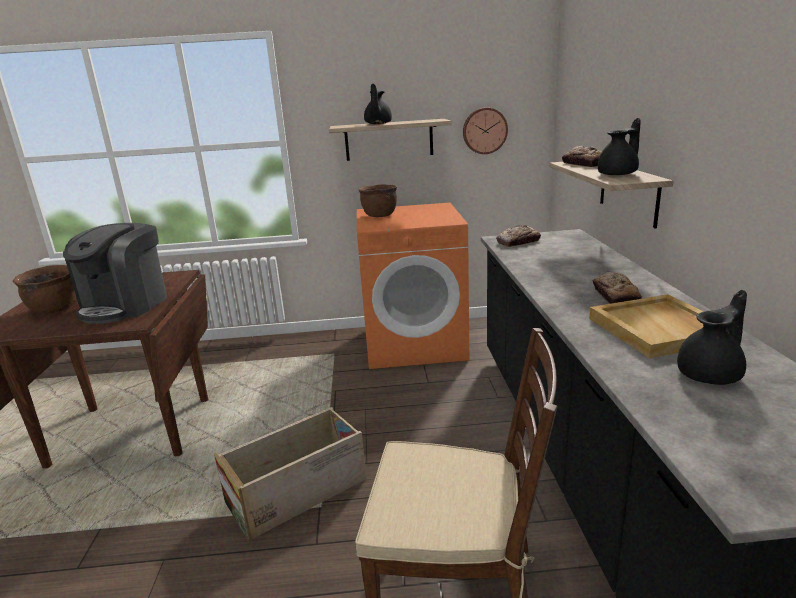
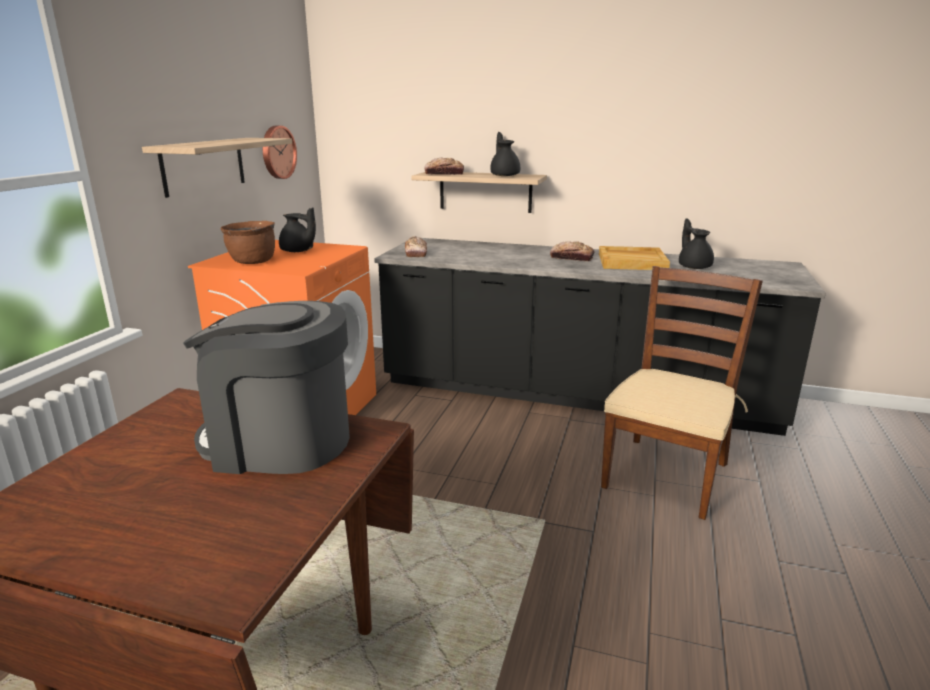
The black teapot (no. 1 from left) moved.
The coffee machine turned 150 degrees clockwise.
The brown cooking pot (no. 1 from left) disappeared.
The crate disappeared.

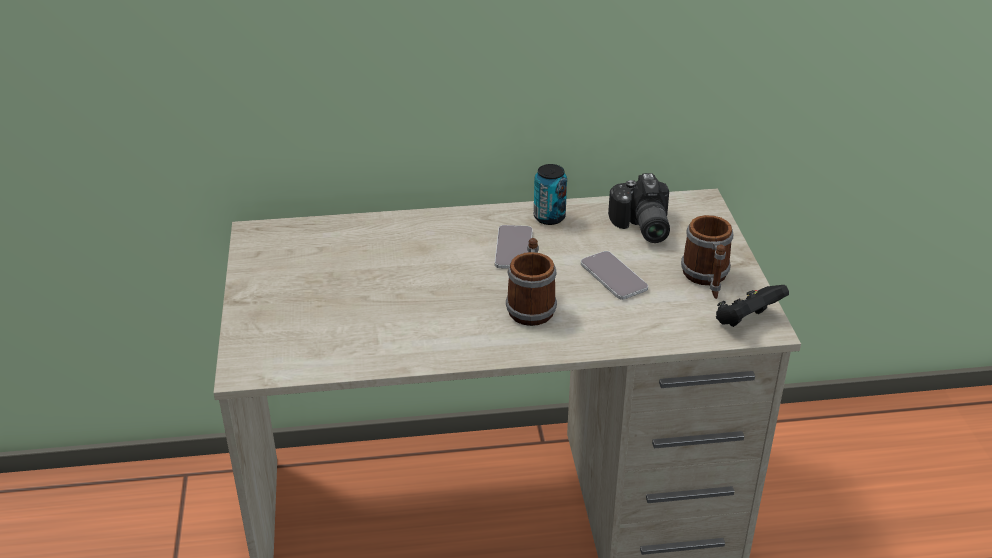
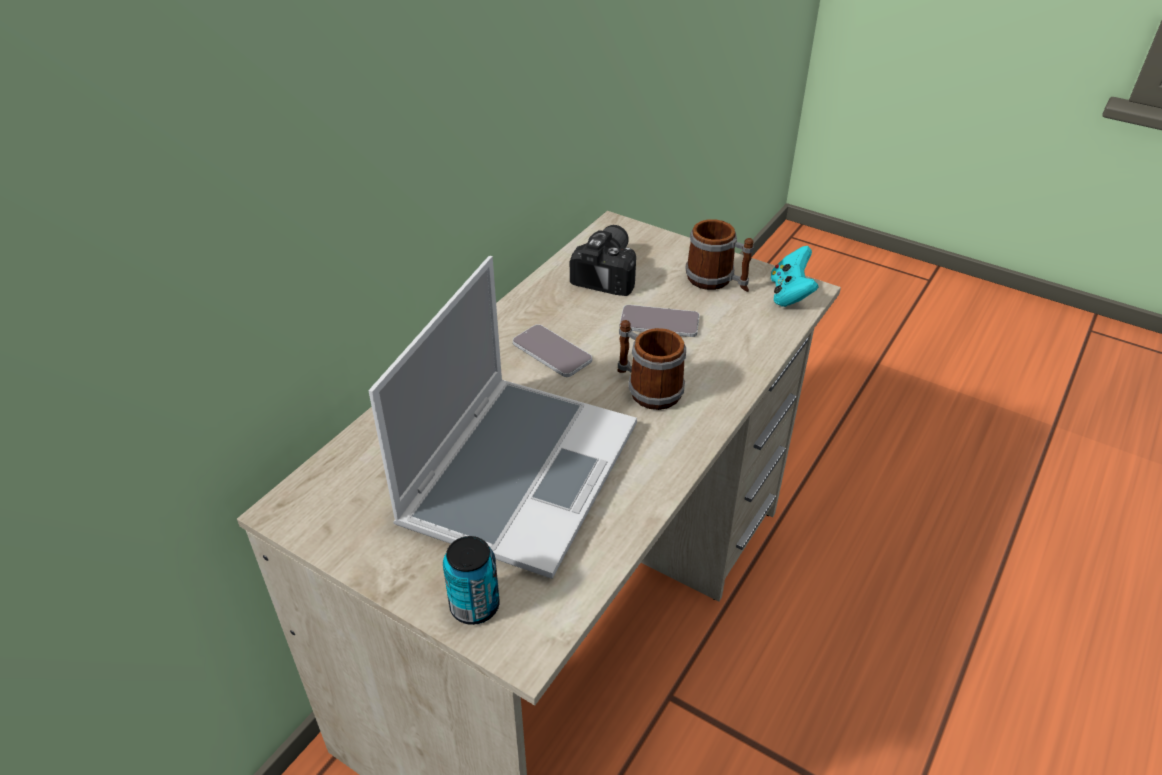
The can moved.
The photo camera turned 105 degrees counterclockwise.
The black game controller became the turquoise game controller.
The laptop appeared.

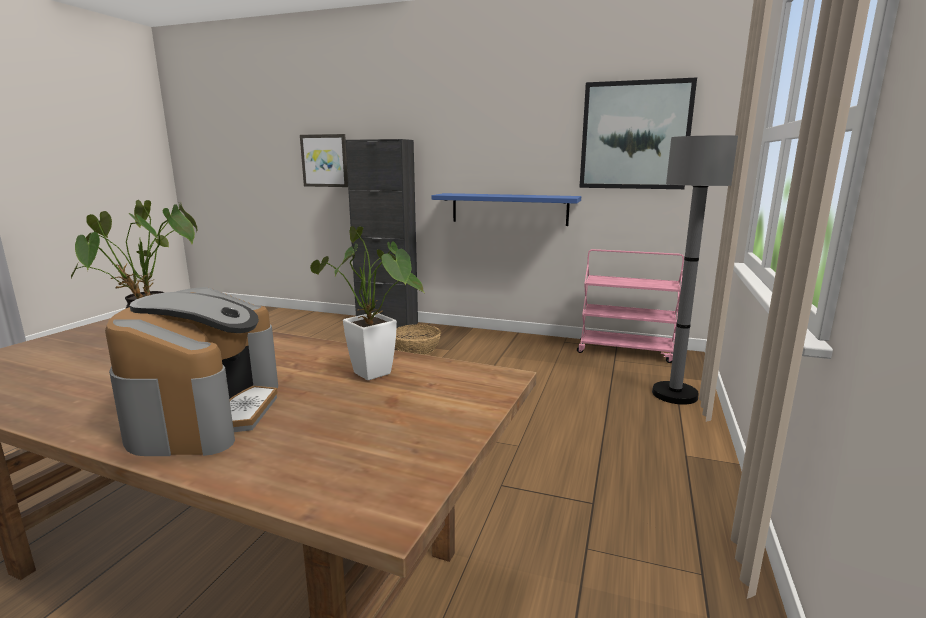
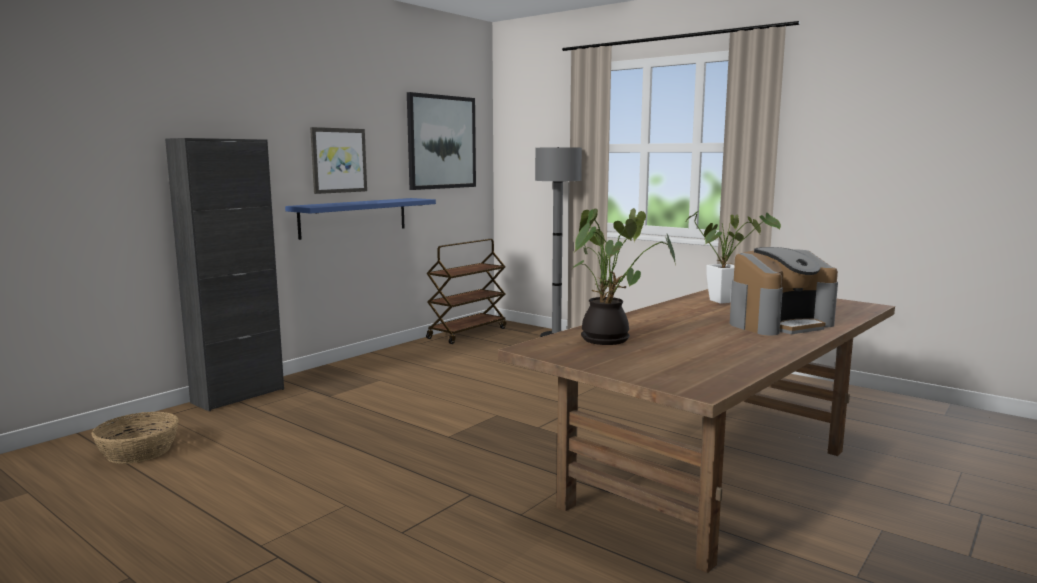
The picture (no. 1 from left) moved.
The pink cart became the brown cart.
The coffee machine turned 135 degrees clockwise.
The basket moved.

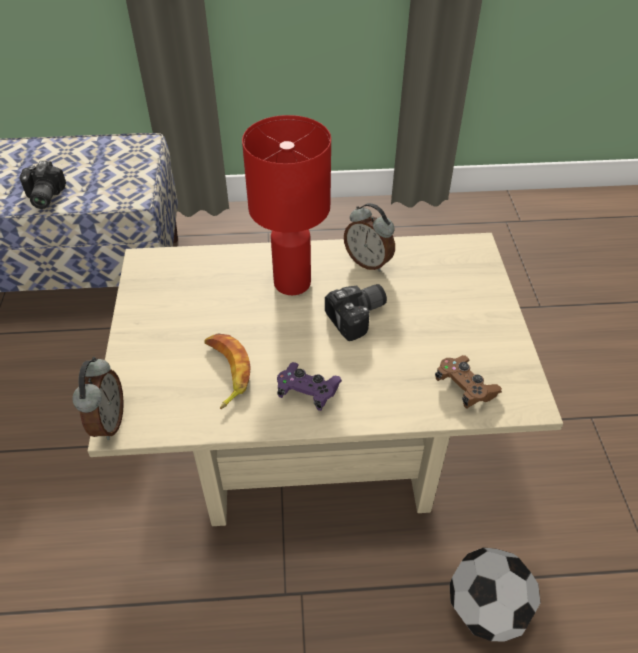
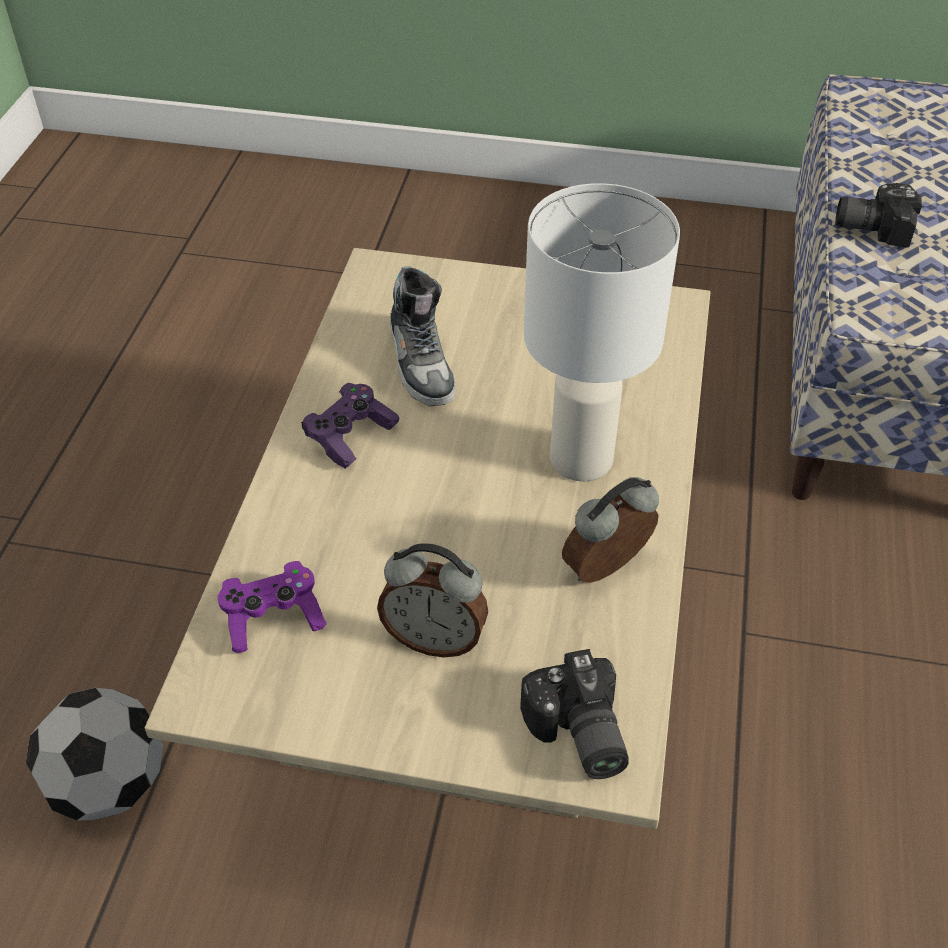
The red table lamp became the white table lamp.
The photo camera (no. 2 from left in the first image) moved.
The banana was replaced by the shoe.
The brown game controller became the purple game controller (no. 1 from left).
The alarm clock (no. 1 from left) moved.

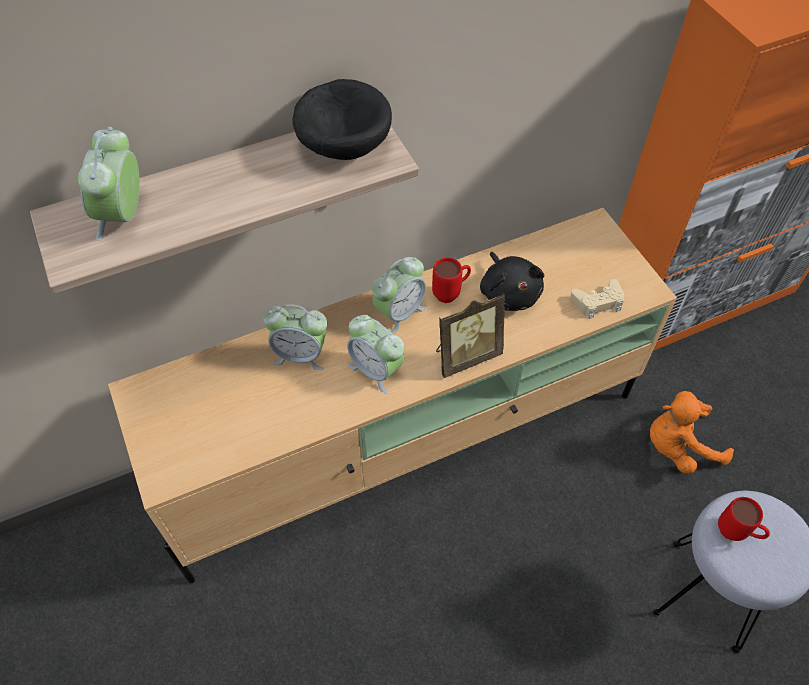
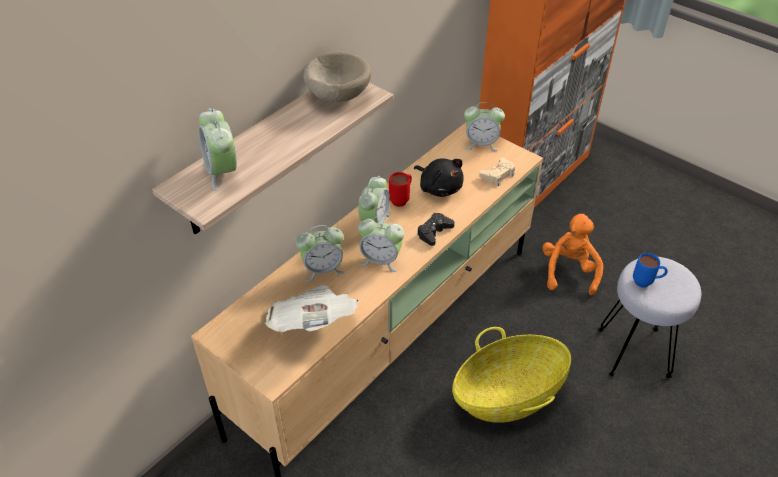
The black bowl became the beige bowl.
The picture frame was replaced by the black game controller.
The orange plush toy turned 135 degrees clockwise.
The red mug (no. 2 from left) became the blue mug.
The alarm clock (no. 5 from left) appeared.
The newspaper appeared.
The basket appeared.

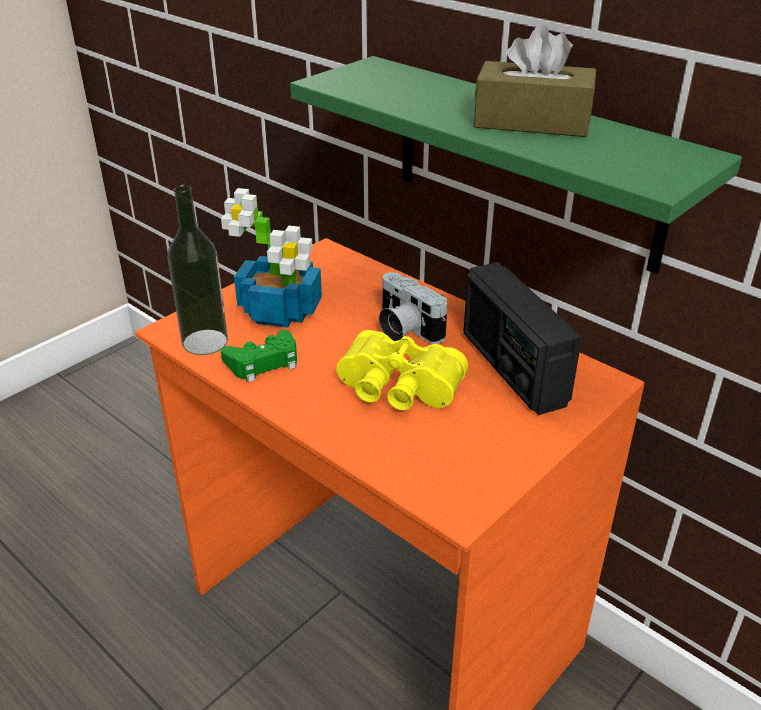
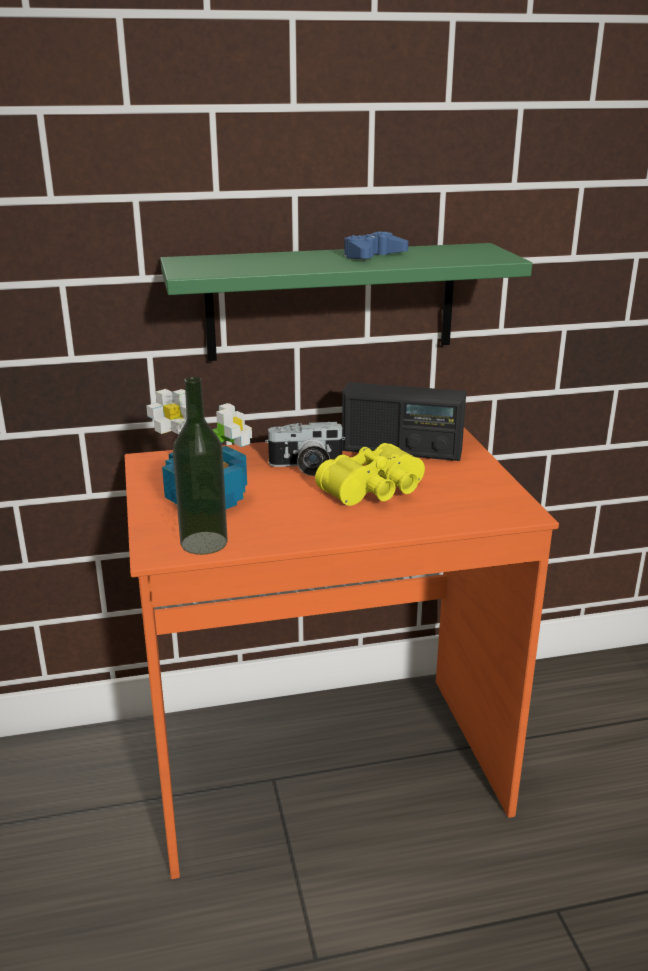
The brown tissue box was replaced by the blue game controller.
The green game controller disappeared.

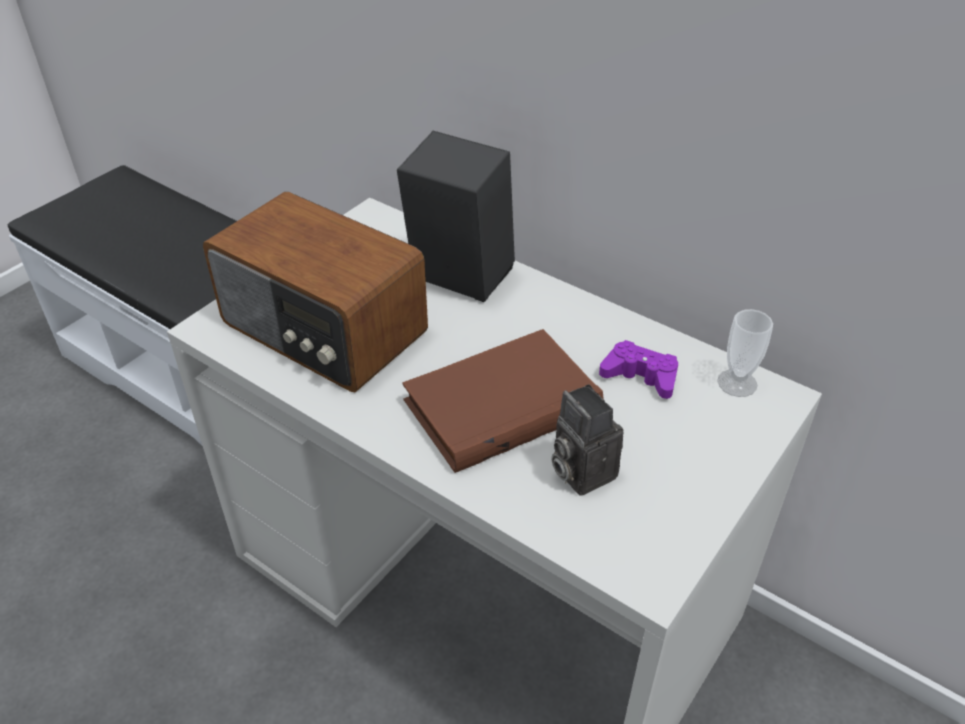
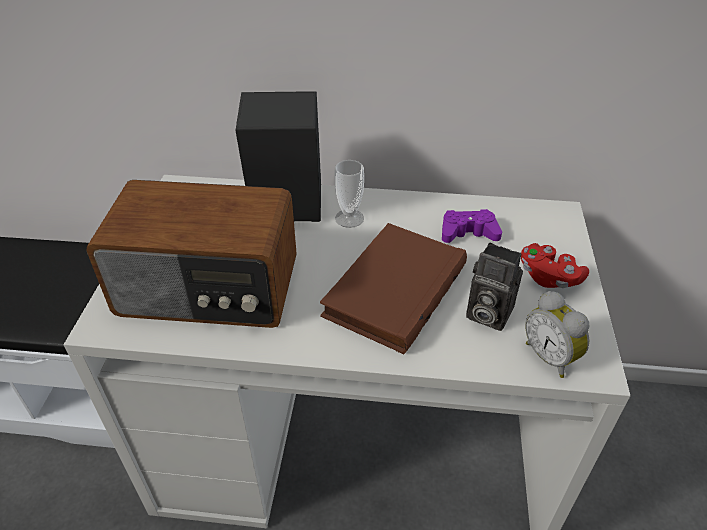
The cup moved.
The red game controller appeared.
The alarm clock appeared.

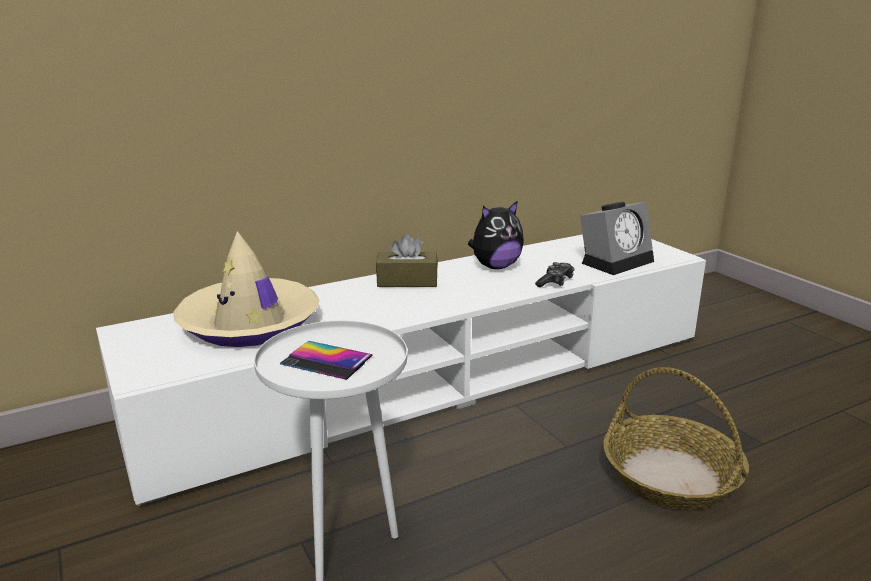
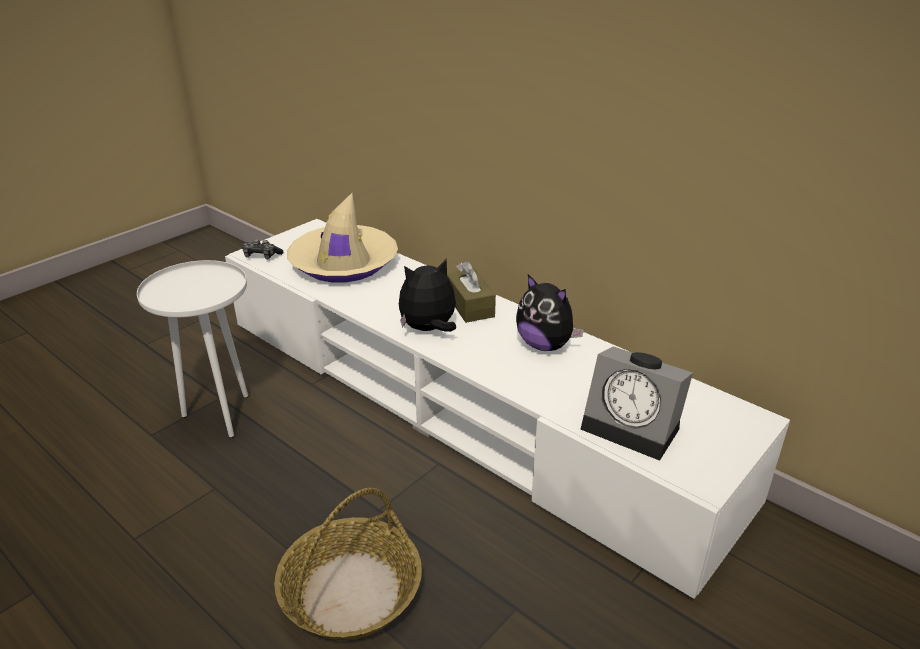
The game controller moved.
The phone disappeared.
The plush toy (no. 1 from left) appeared.

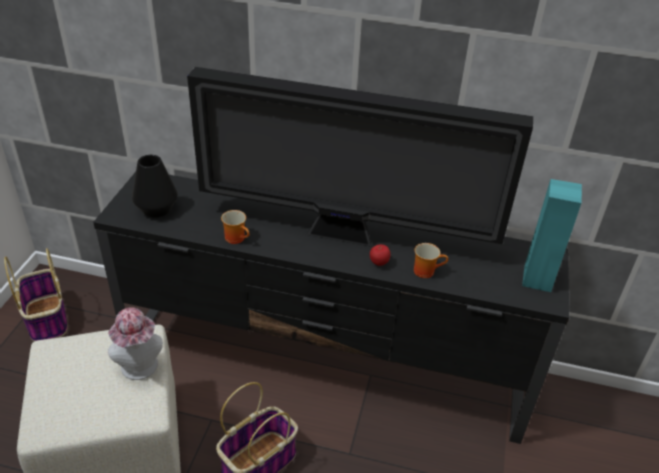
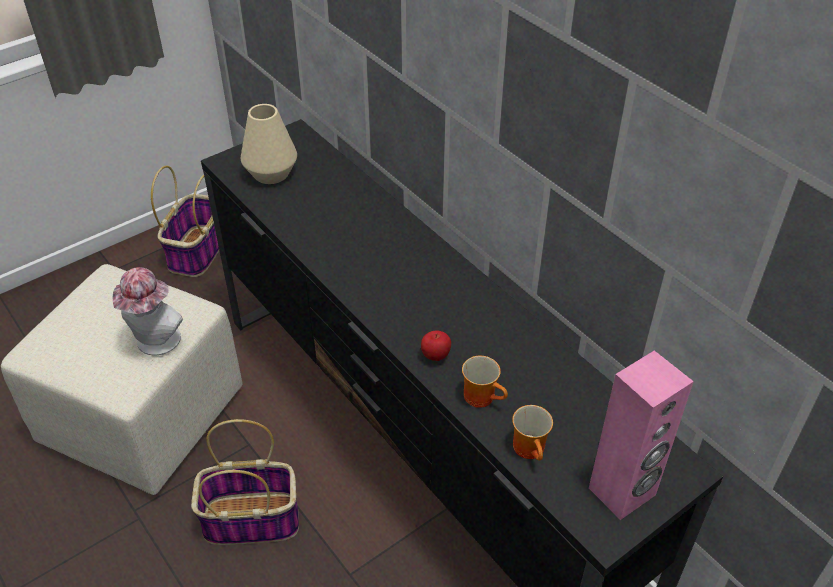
The television disappeared.
The black vase became the beige vase.
The turquoise speaker became the pink speaker.
The mug (no. 1 from left in the first image) moved.

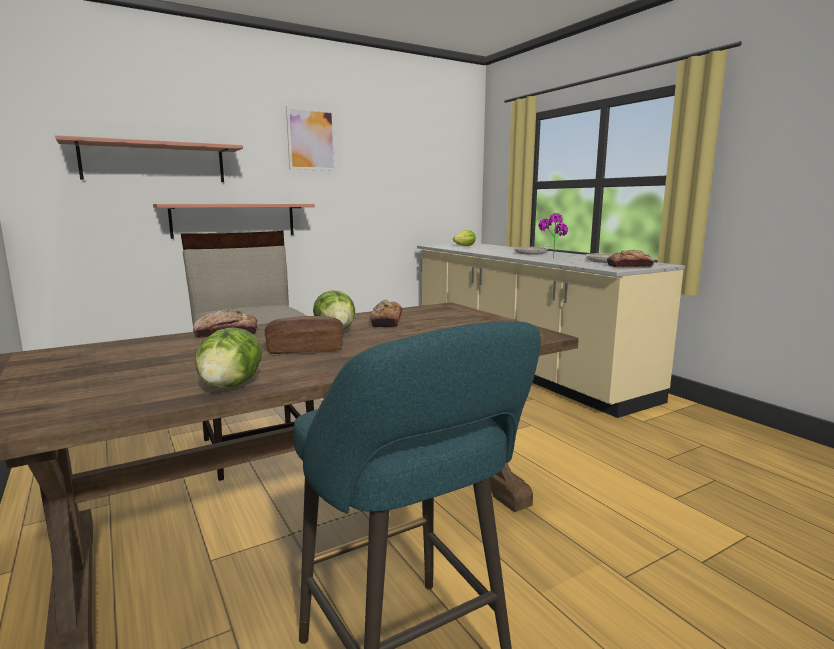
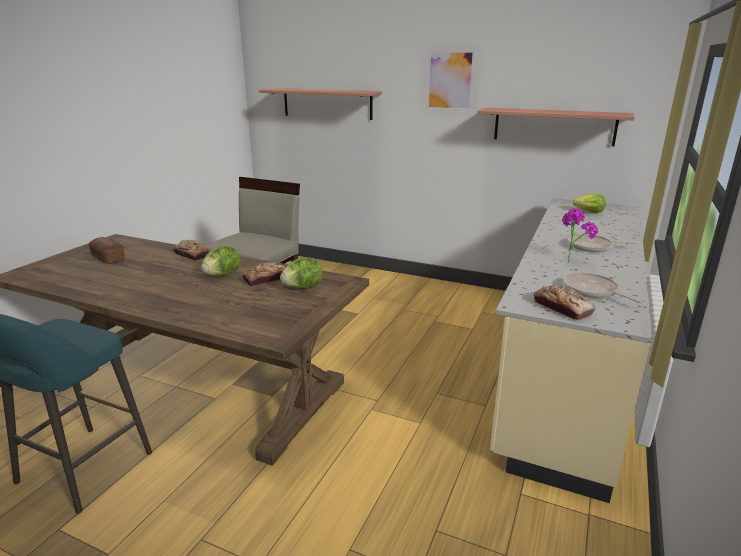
The shelf (no. 2 from left) moved.
The bread (no. 2 from left in the first image) moved.
The lettuce (no. 1 from left in the first image) moved.

